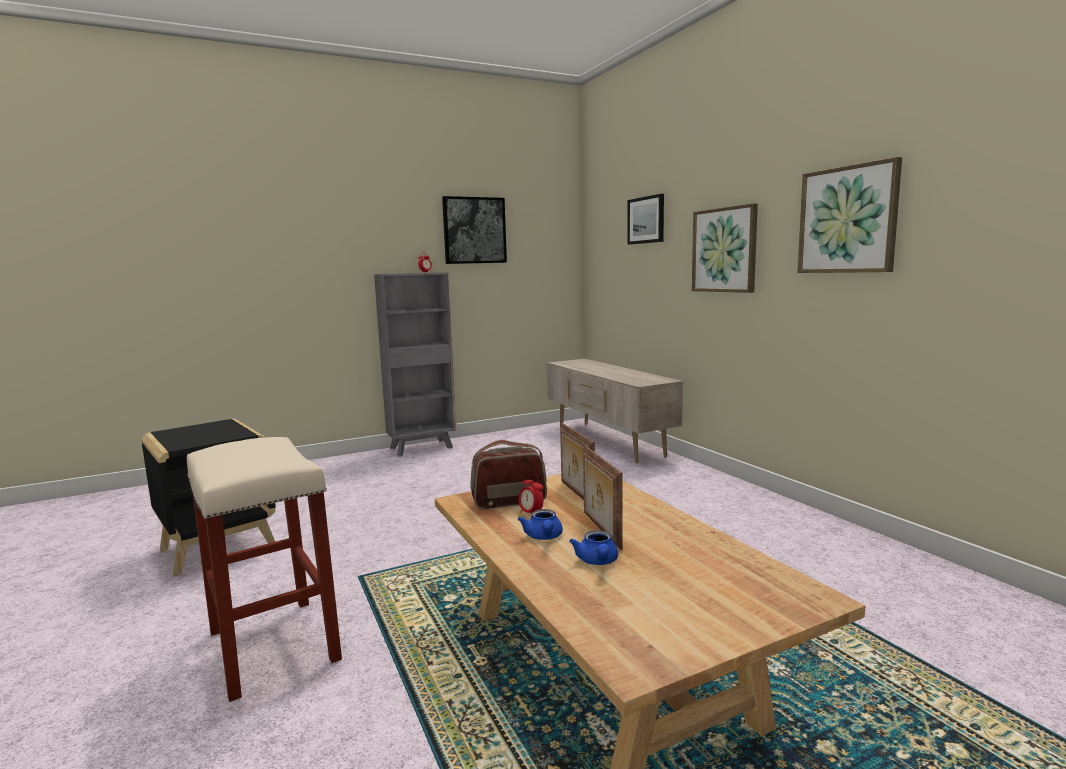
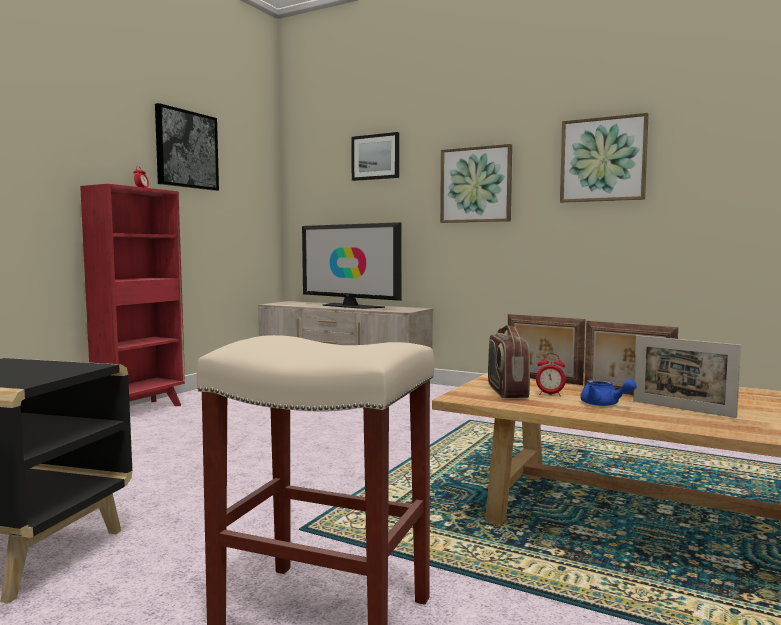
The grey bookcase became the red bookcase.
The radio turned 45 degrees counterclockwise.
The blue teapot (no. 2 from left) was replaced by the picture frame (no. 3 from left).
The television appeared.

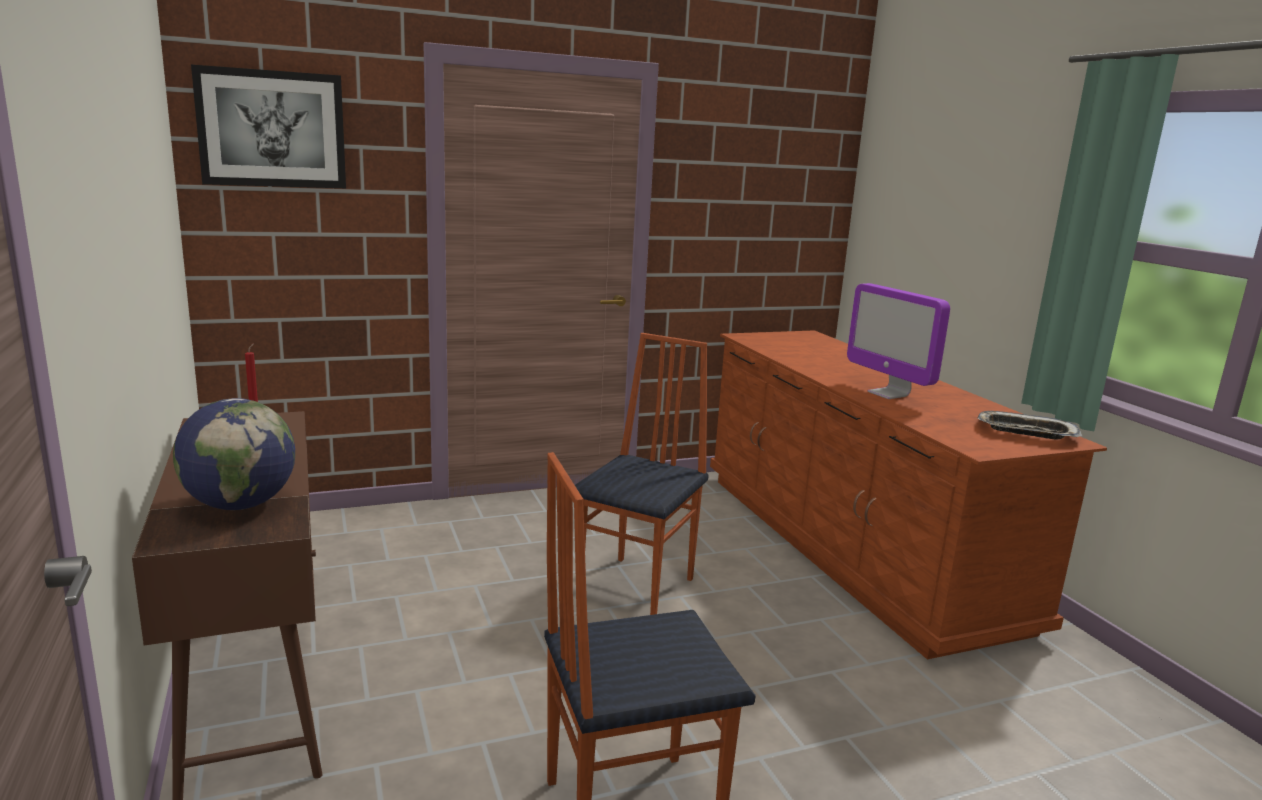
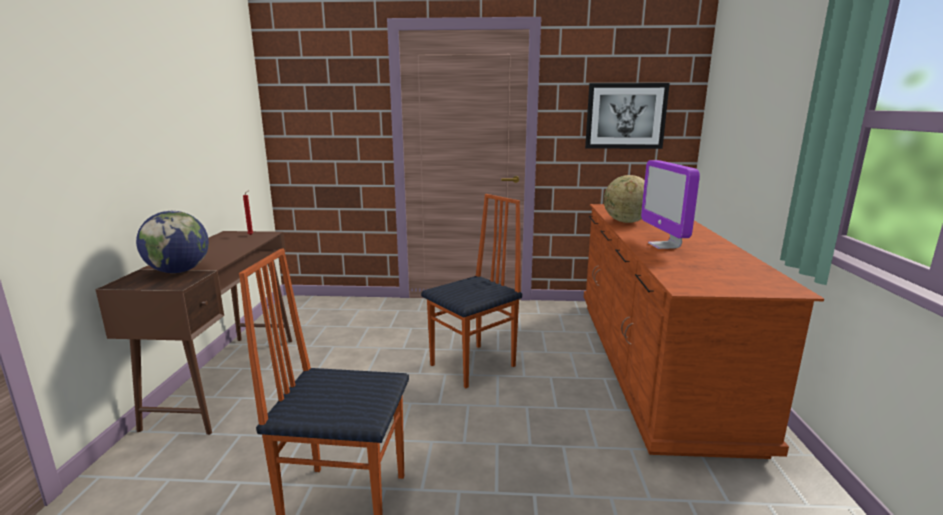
The picture moved.
The tray disappeared.
The globe (no. 2 from left) appeared.

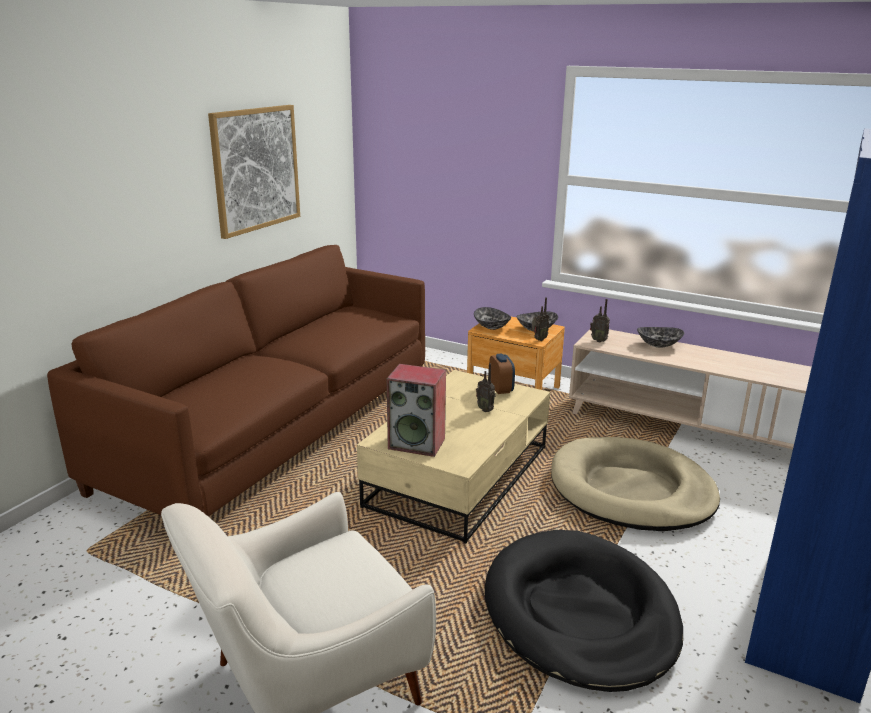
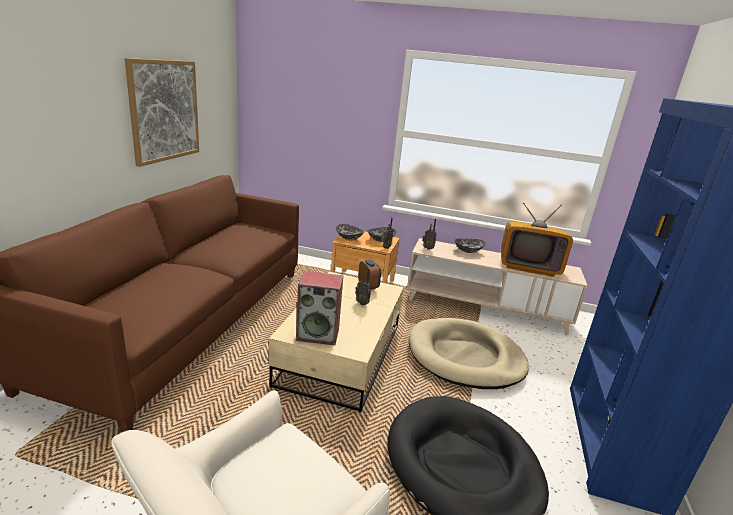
The television appeared.

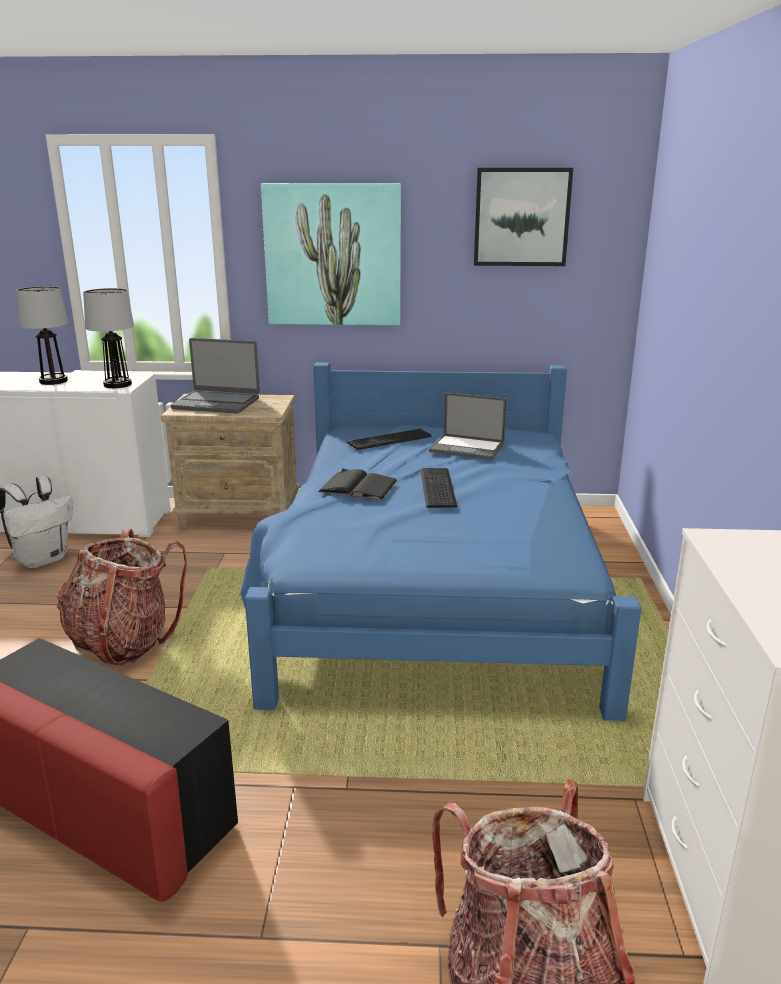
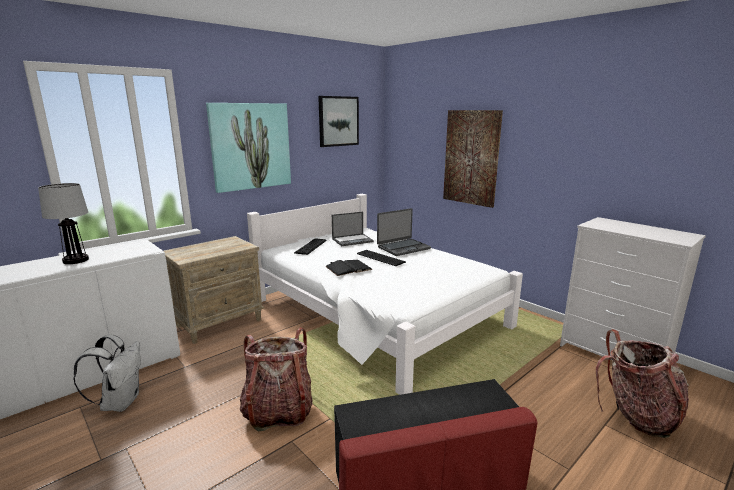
The table lamp (no. 2 from left) disappeared.
The laptop (no. 1 from left in the first image) moved.
The blue bed became the white bed.
The picture (no. 3 from left) appeared.

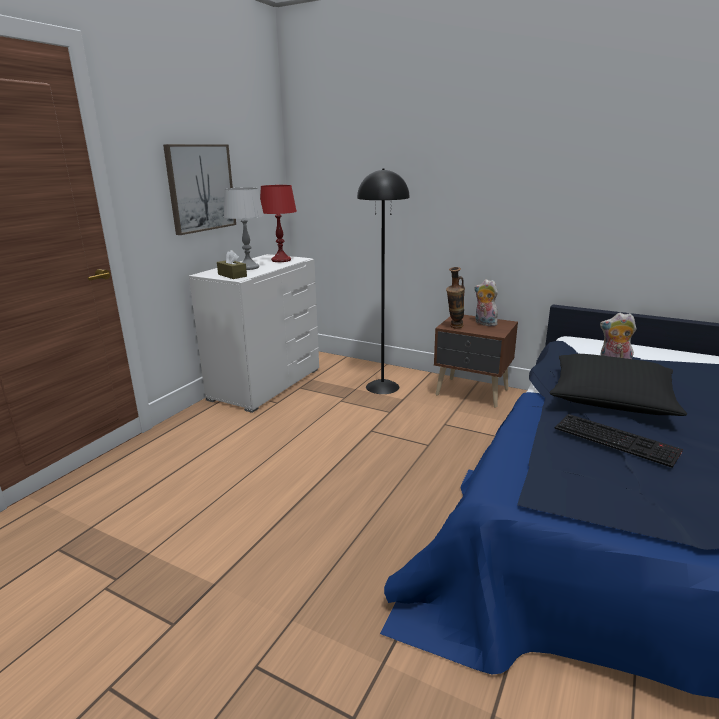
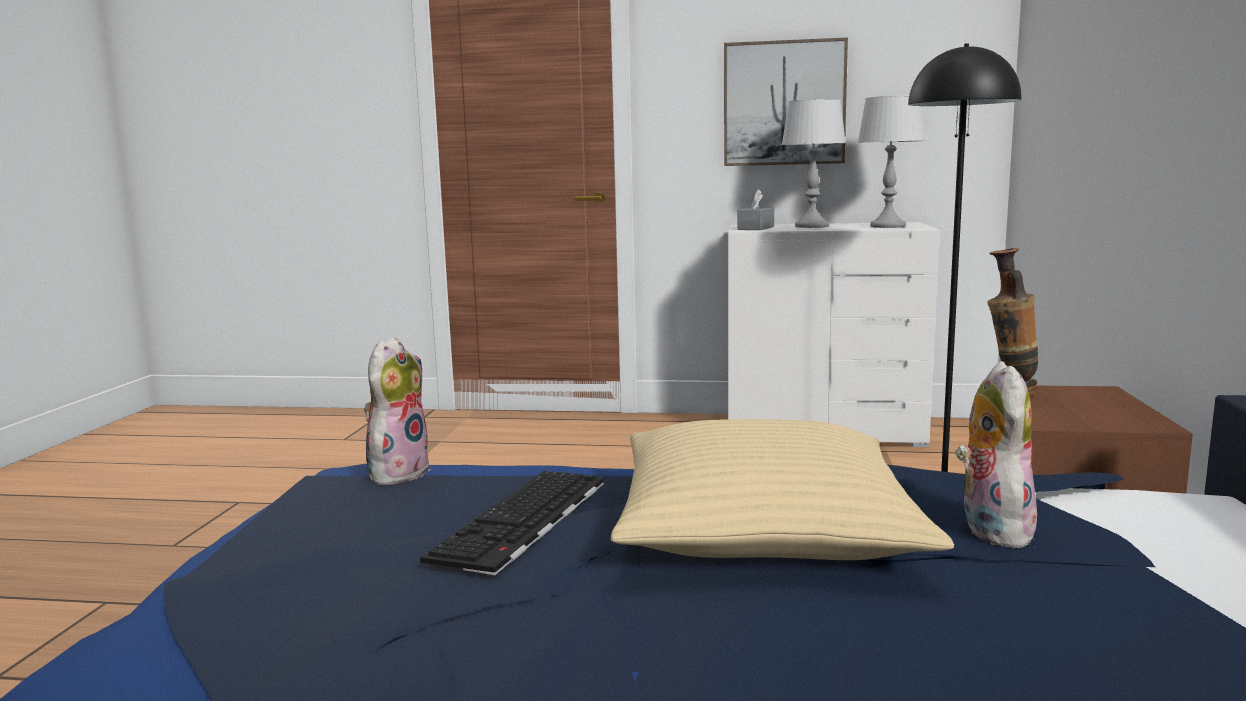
The red table lamp became the grey table lamp (no. 2 from left).
The brown tissue box became the grey tissue box.
The plush toy (no. 1 from left) moved.
The black pillow became the beige pillow.

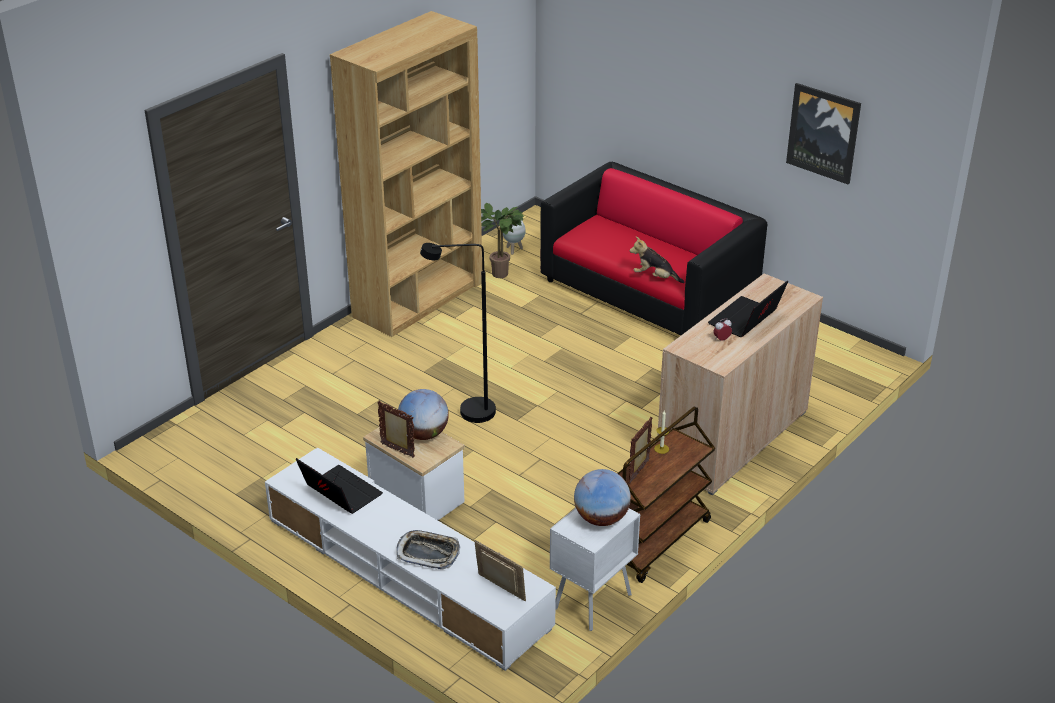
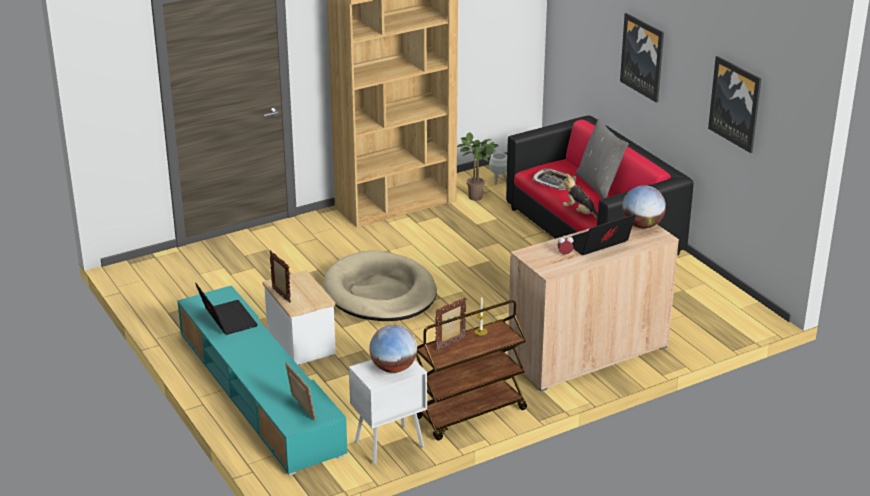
The black floor lamp was replaced by the beige dog bed.
The globe (no. 1 from left in the first image) moved.
The white tv stand became the turquoise tv stand.
The tray moved.
The picture (no. 1 from left) appeared.
The grey pillow appeared.

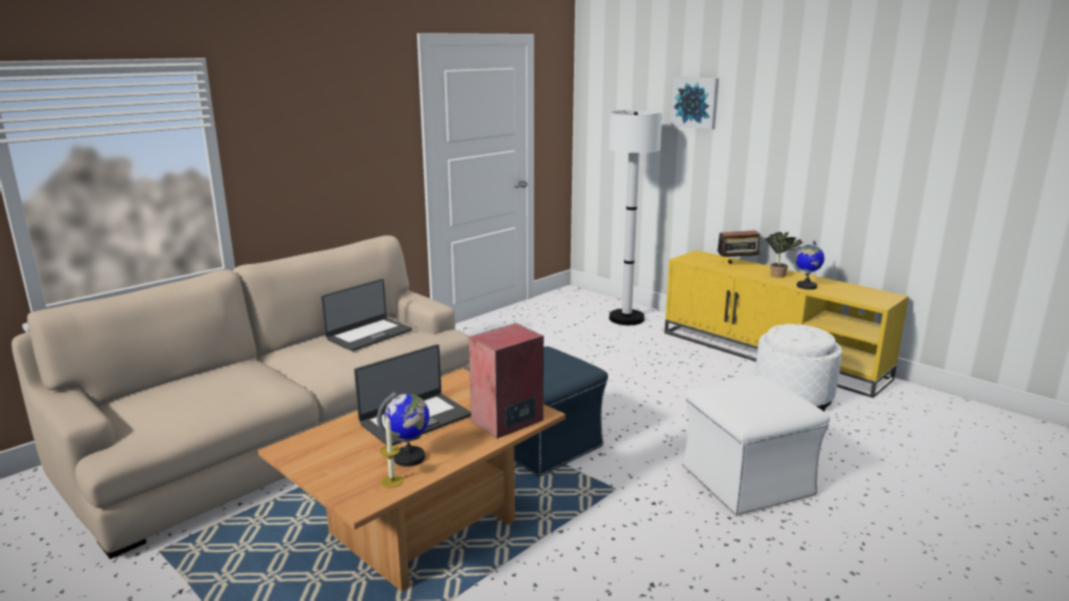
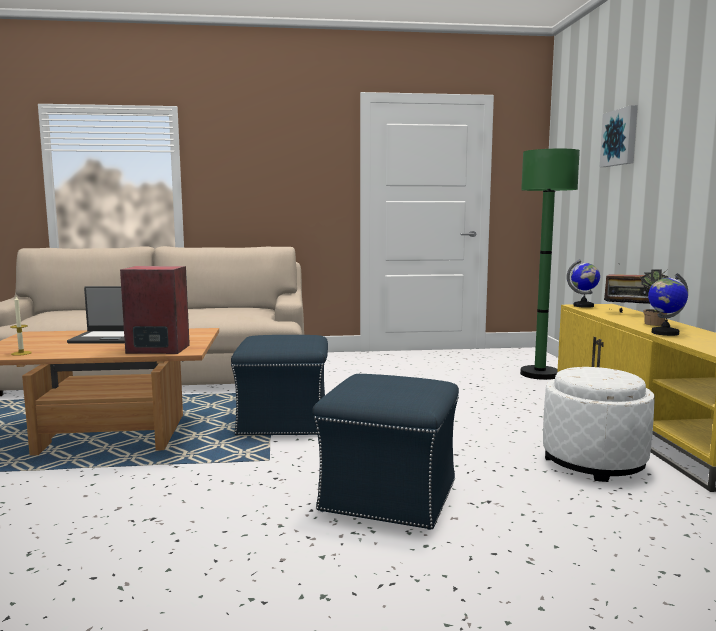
The white floor lamp became the green floor lamp.
The laptop (no. 1 from left) disappeared.
The white ottoman (no. 1 from left) became the blue ottoman (no. 2 from left).
The globe (no. 1 from left) moved.

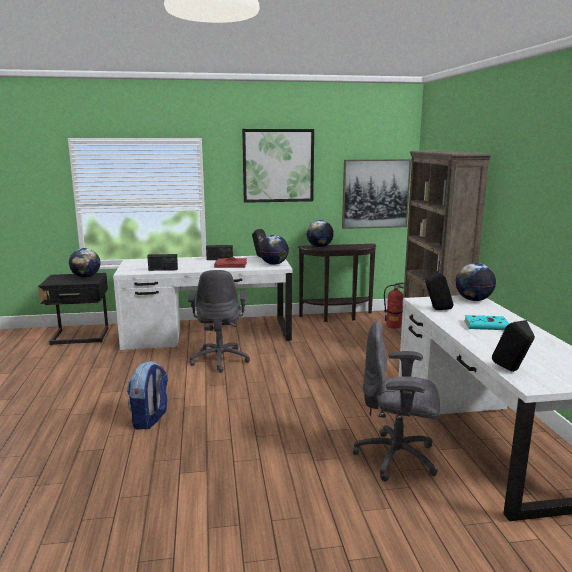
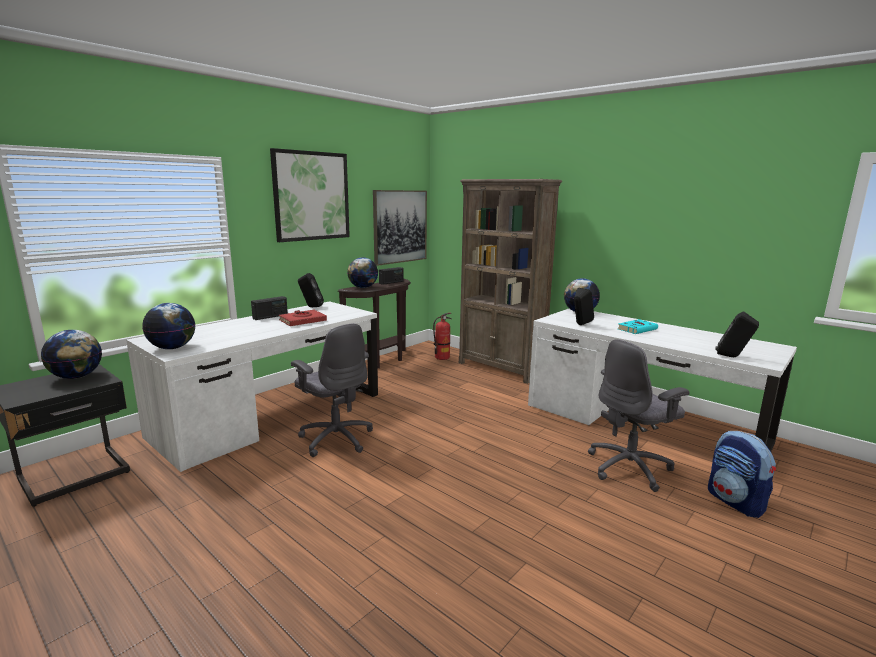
The globe (no. 2 from left) moved.
The radio (no. 1 from left in the first image) moved.
The backpack moved.

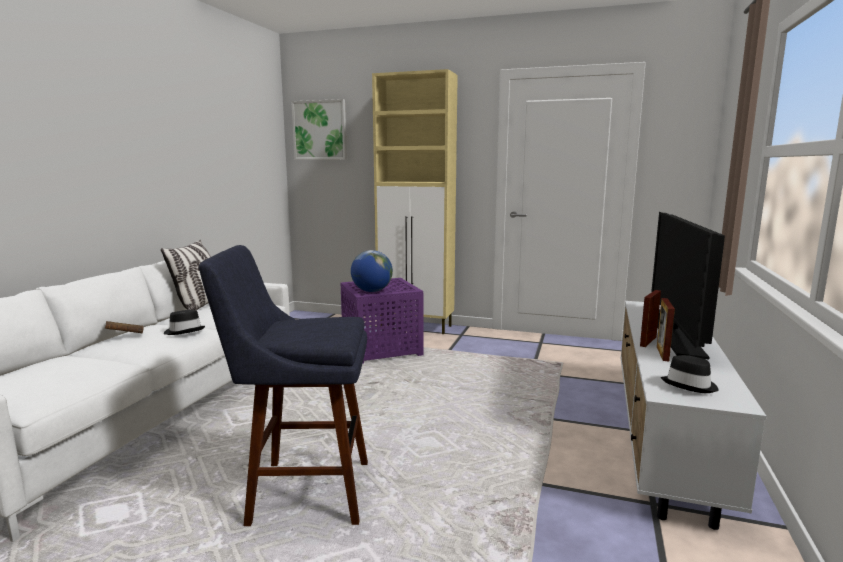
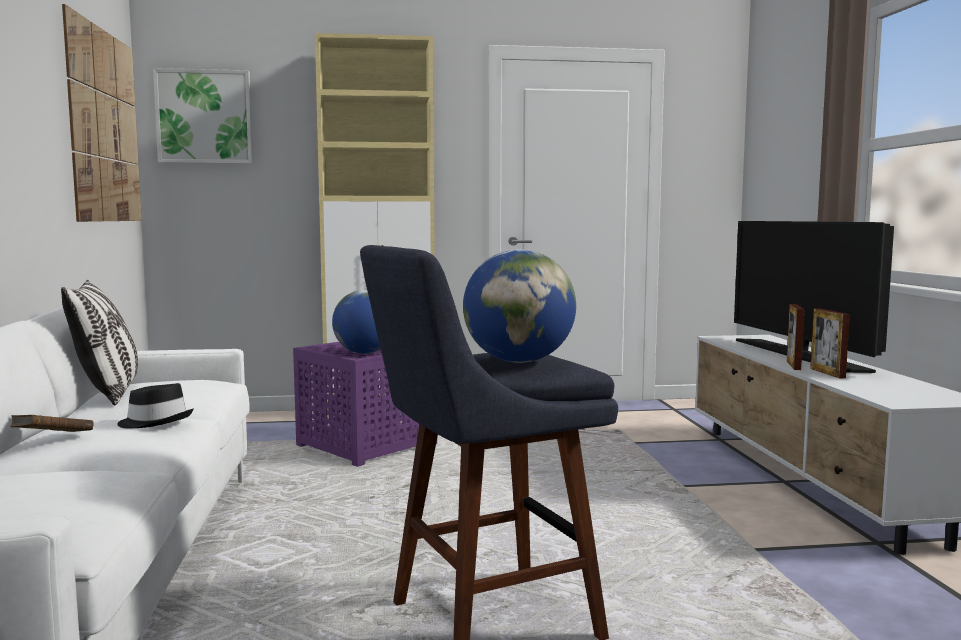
The black hat (no. 2 from left) disappeared.
The picture (no. 1 from left) appeared.
The globe (no. 2 from left) appeared.

